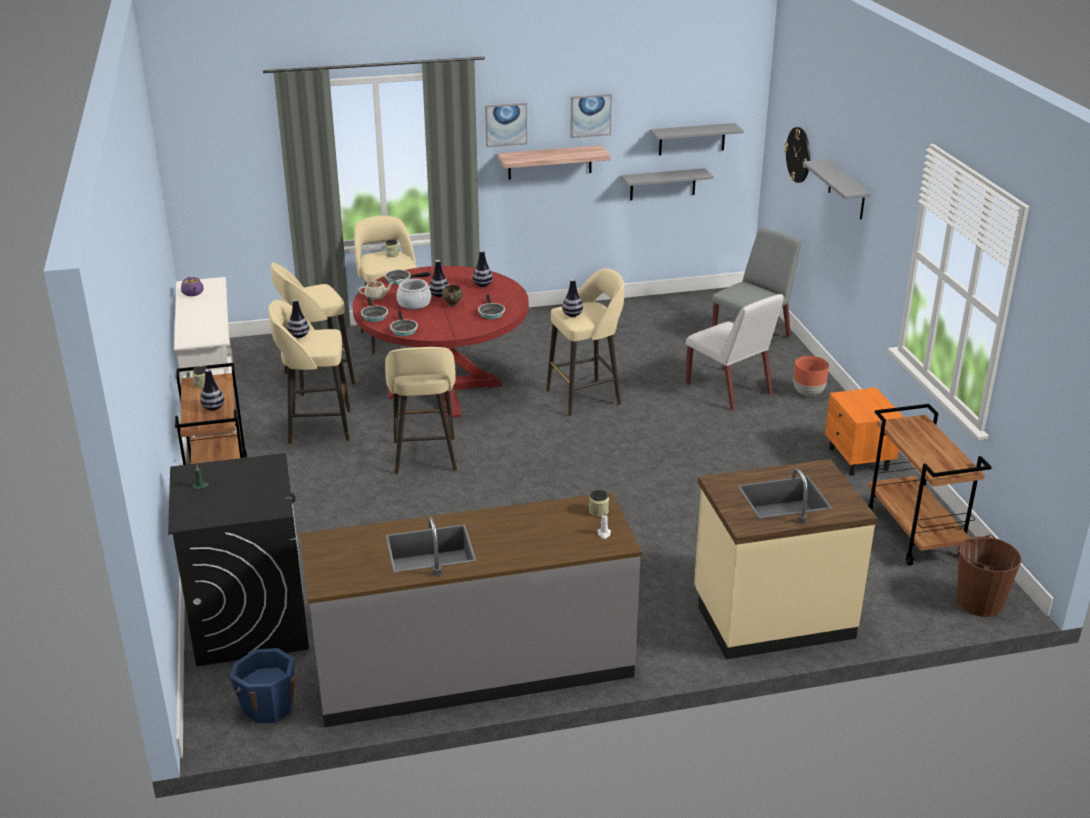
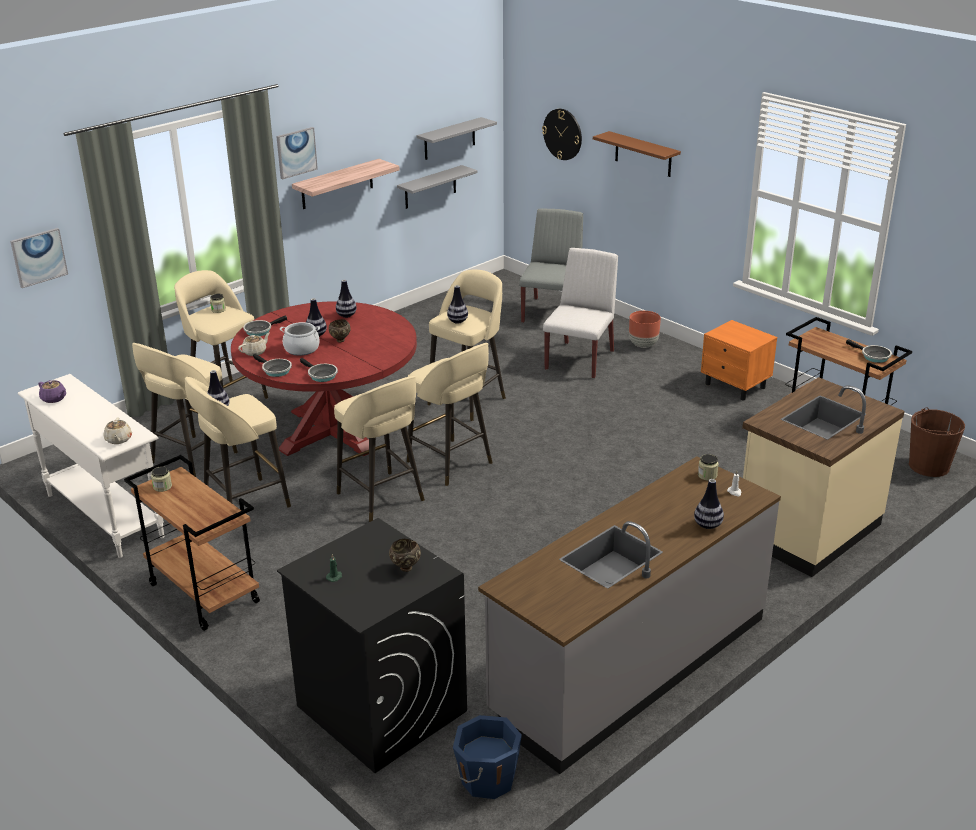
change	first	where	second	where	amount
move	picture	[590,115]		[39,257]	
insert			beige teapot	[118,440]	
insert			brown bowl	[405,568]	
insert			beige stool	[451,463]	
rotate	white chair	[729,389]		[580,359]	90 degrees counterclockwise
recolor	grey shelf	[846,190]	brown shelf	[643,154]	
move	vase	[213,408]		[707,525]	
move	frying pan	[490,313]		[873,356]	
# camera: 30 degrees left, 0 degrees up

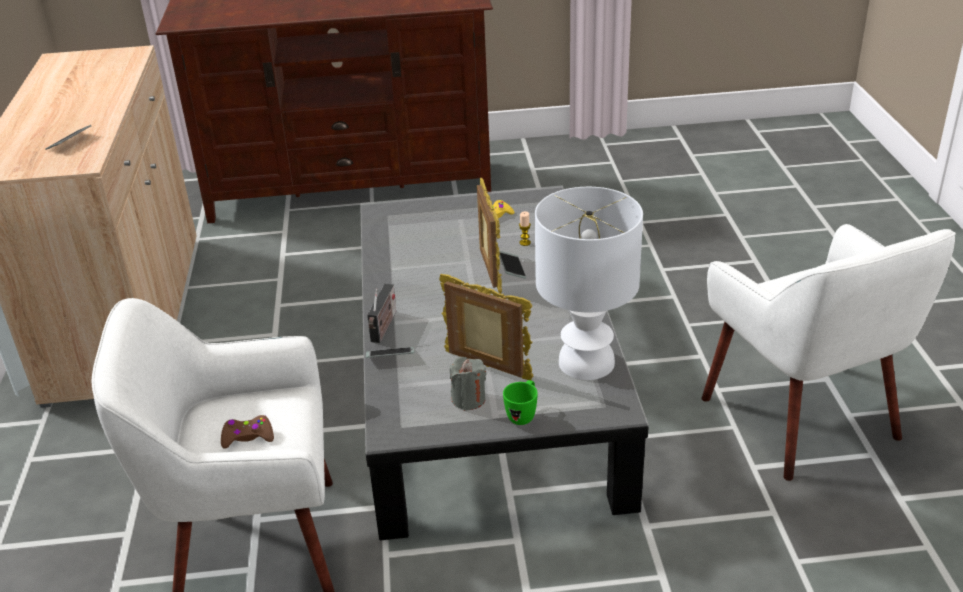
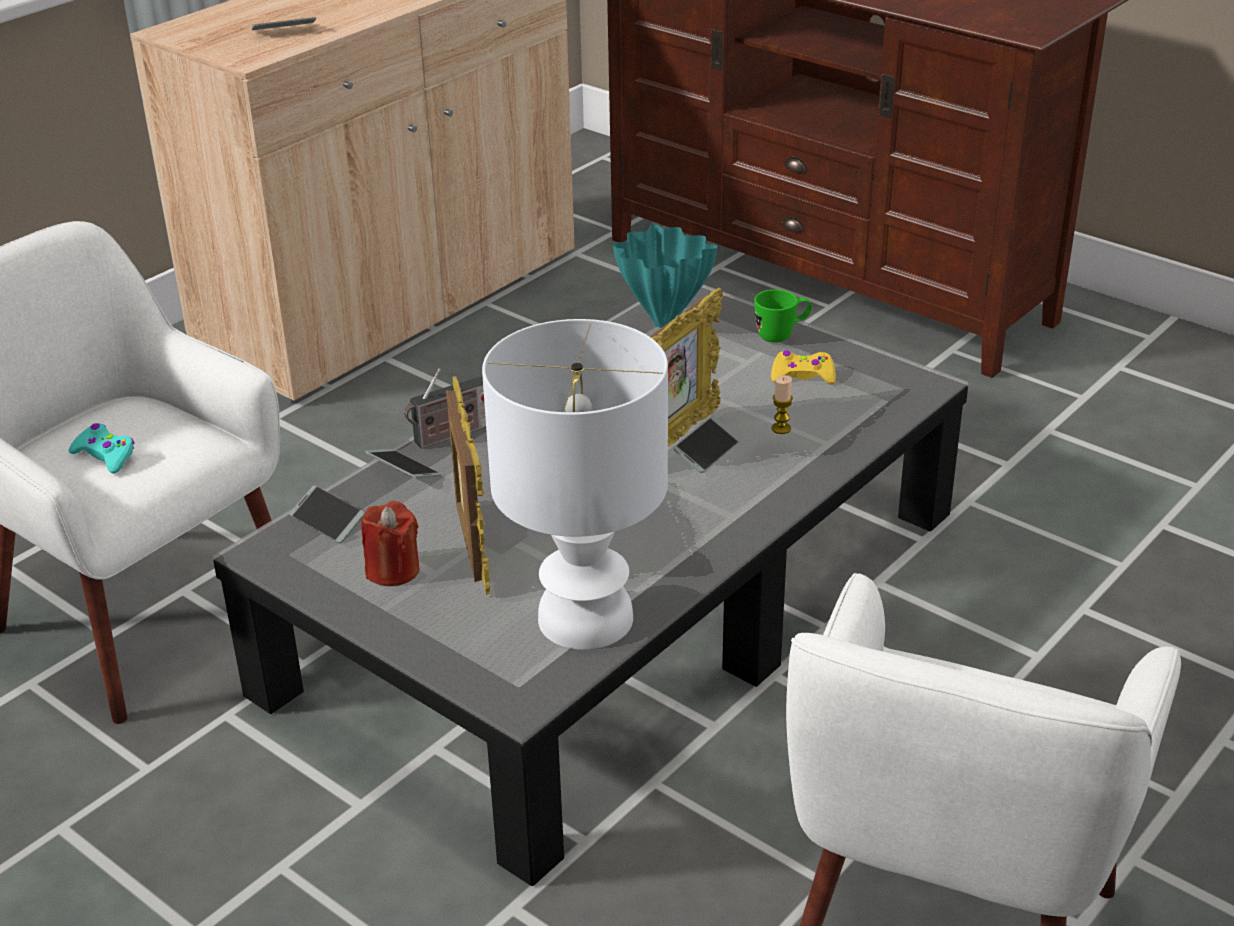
change	first	where	second	where	amount
recolor	brown game controller	[248,437]	turquoise game controller	[105,455]	
insert			phone	[328,521]	
recolor	grey candle	[468,399]	red candle	[393,570]	
insert			turquoise vase	[662,322]	
move	green mug	[523,415]		[782,336]	
# camera: 45 degrees right, 0 degrees up

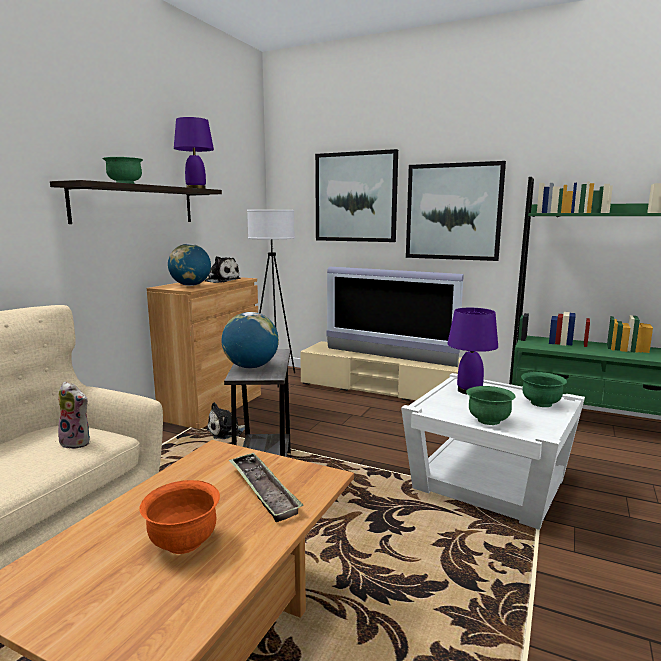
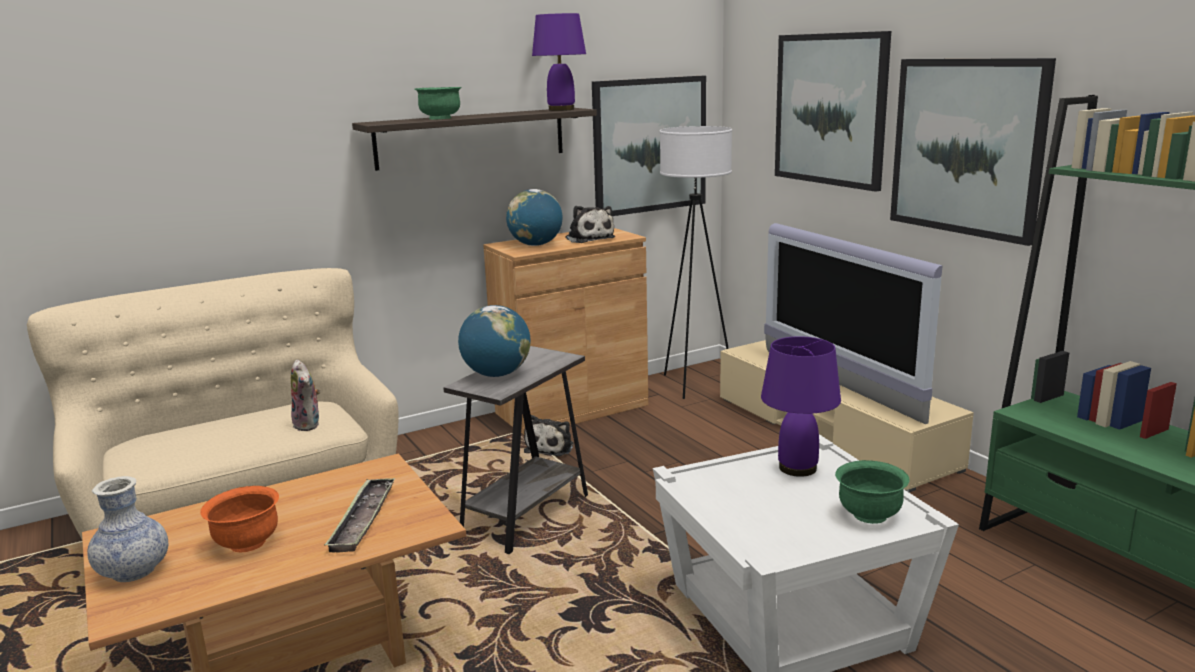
change	first	where	second	where	amount
insert			vase	[133,571]	
rotate	plush toy	[226,431]		[551,447]	75 degrees counterclockwise
insert			picture	[649,145]	
delete	green bowl	[488,420]			
# camera: 35 degrees right, 5 degrees up

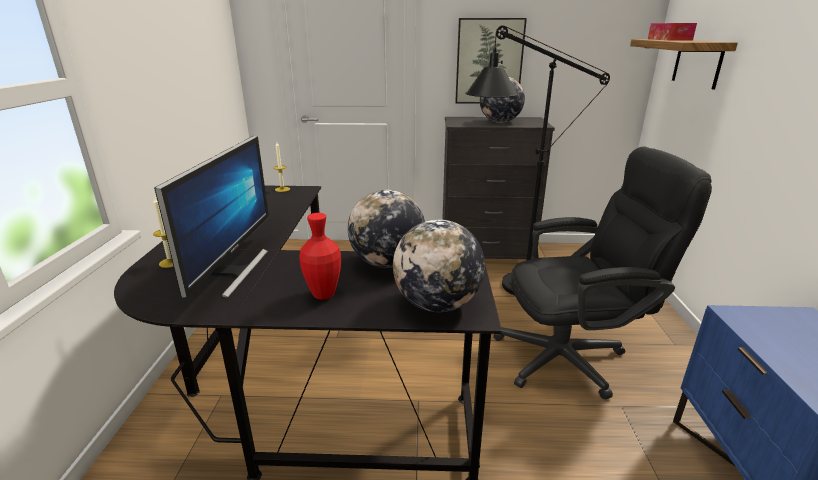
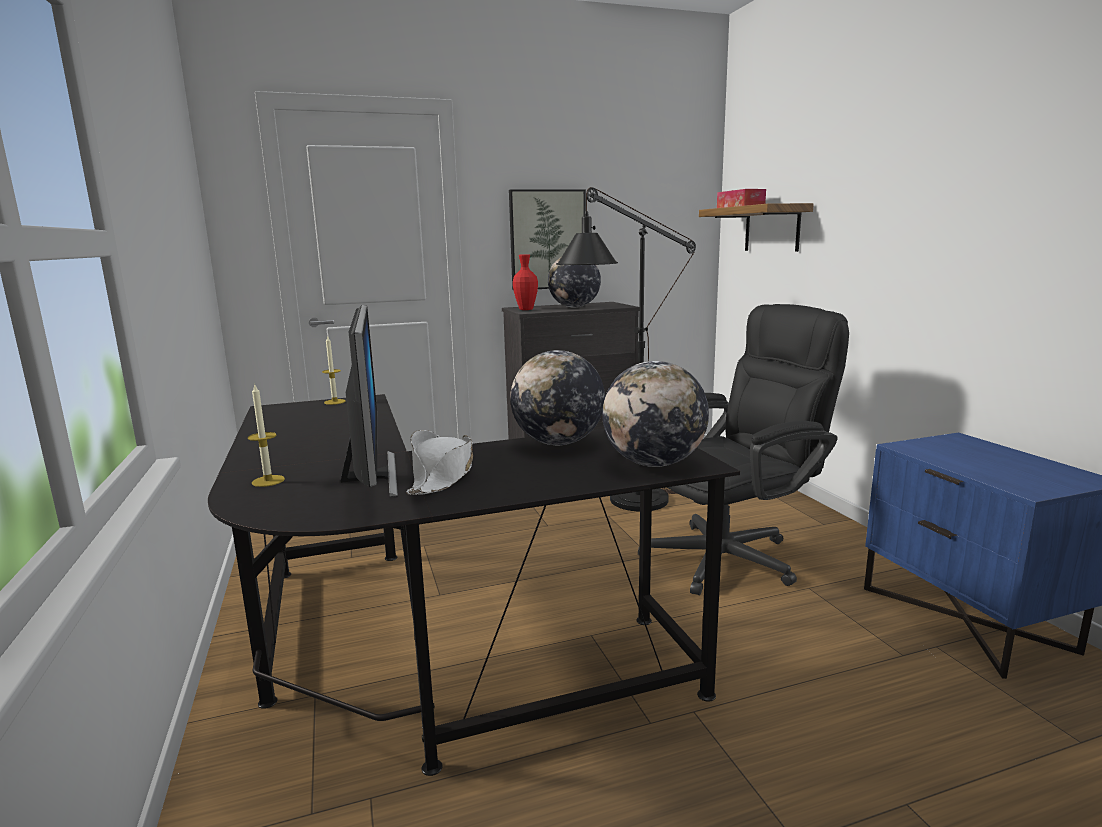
change	first	where	second	where	amount
insert			white hat	[443,476]	
move	red vase	[323,294]		[526,309]	
# camera: 20 degrees left, 10 degrees down

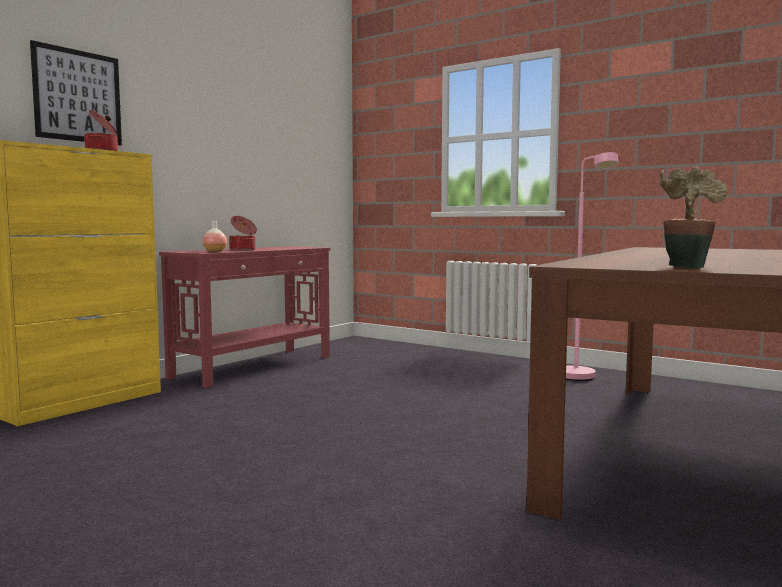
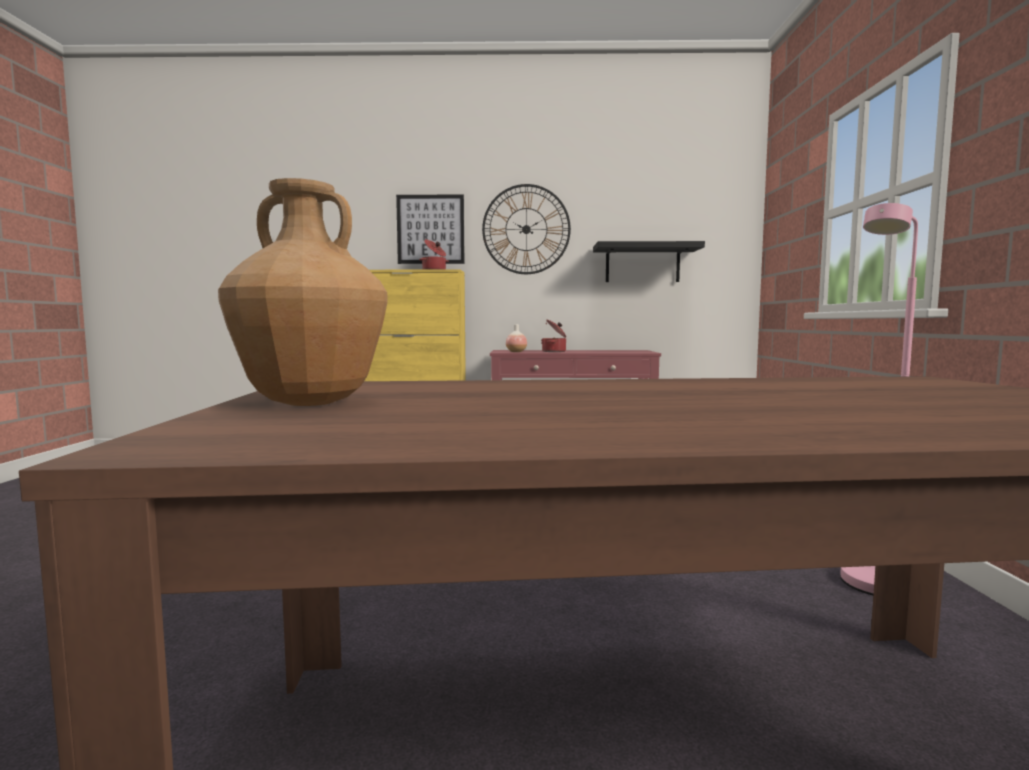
change	first	where	second	where	amount
replace	potted plant	[686,267]	brown vase	[311,403]	
insert			wall clock	[526,229]	
insert			black shelf	[642,264]	
# camera: 55 degrees right, 0 degrees up

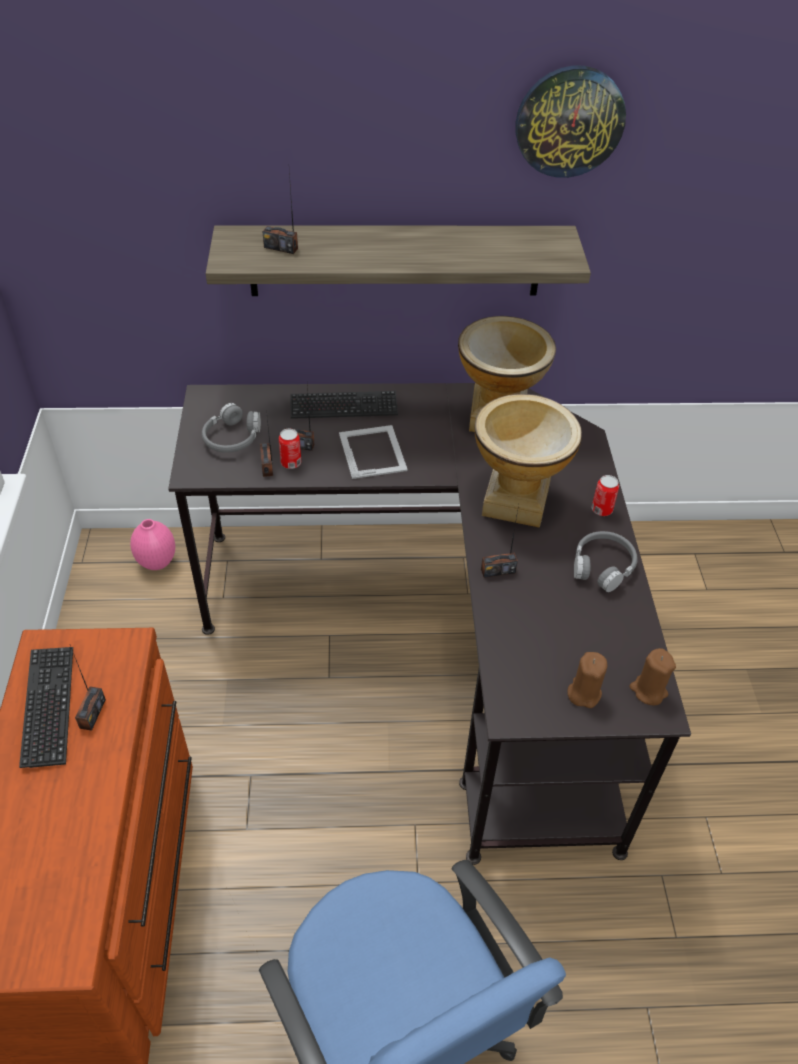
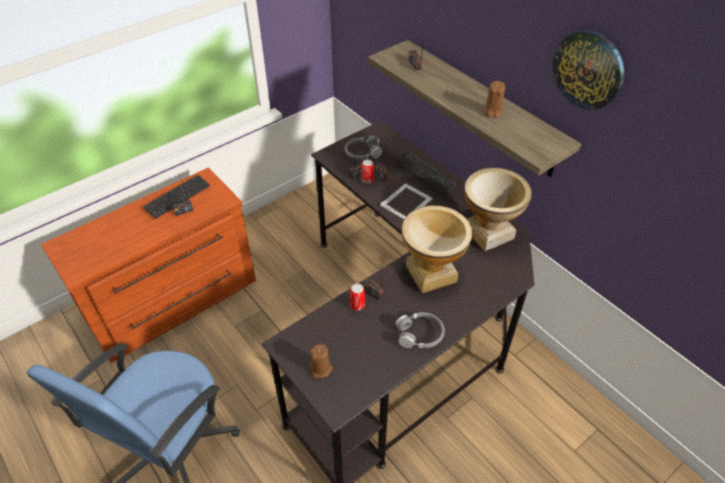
change	first	where	second	where	amount
move	can	[601,509]		[357,305]	
move	brown candle	[648,690]		[492,112]	
delete	pink vase	[157,562]			
# camera: 55 degrees right, 0 degrees up

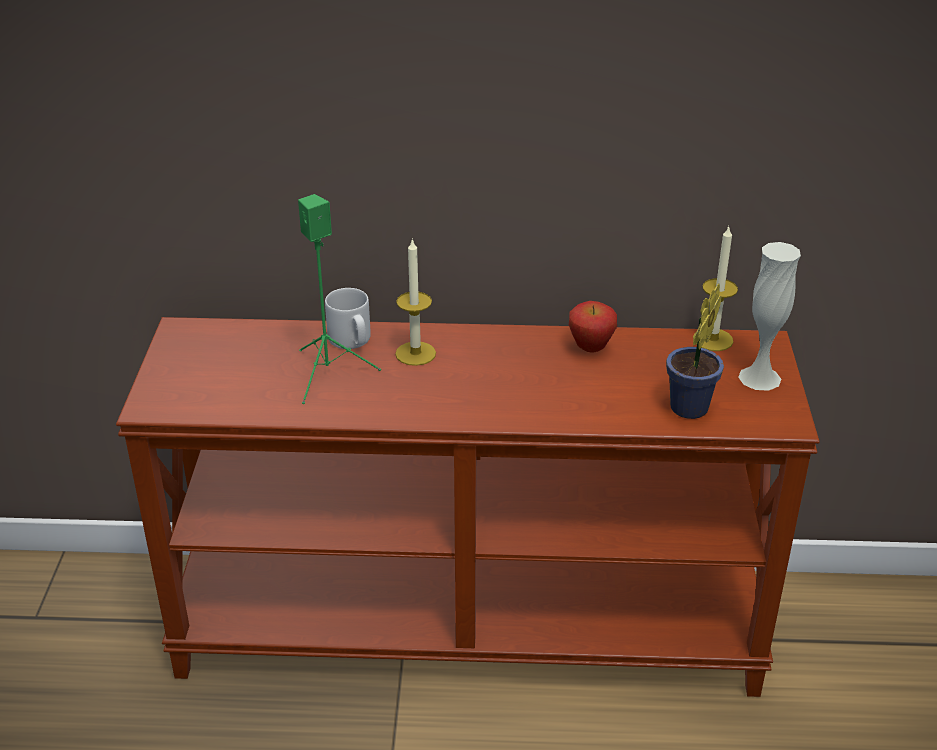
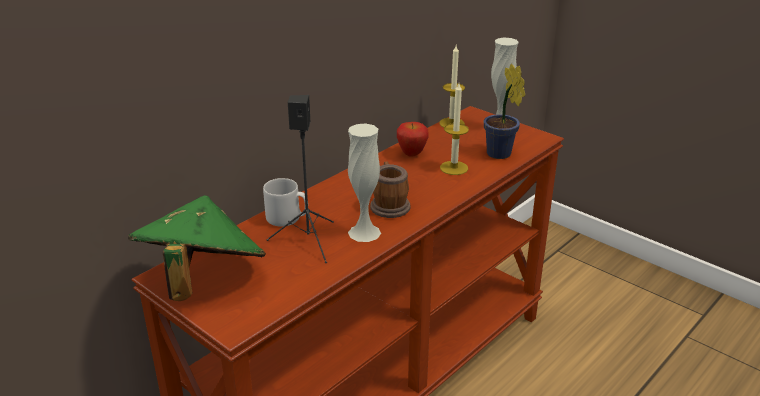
change	first	where	second	where	amount
insert			green hat	[201,281]	
recolor	green speaker	[329,373]	black speaker	[309,240]	
insert			white vase	[364,232]	
insert			mug	[389,205]	
move	candle	[415,353]		[454,168]	
# camera: 50 degrees left, 5 degrees down

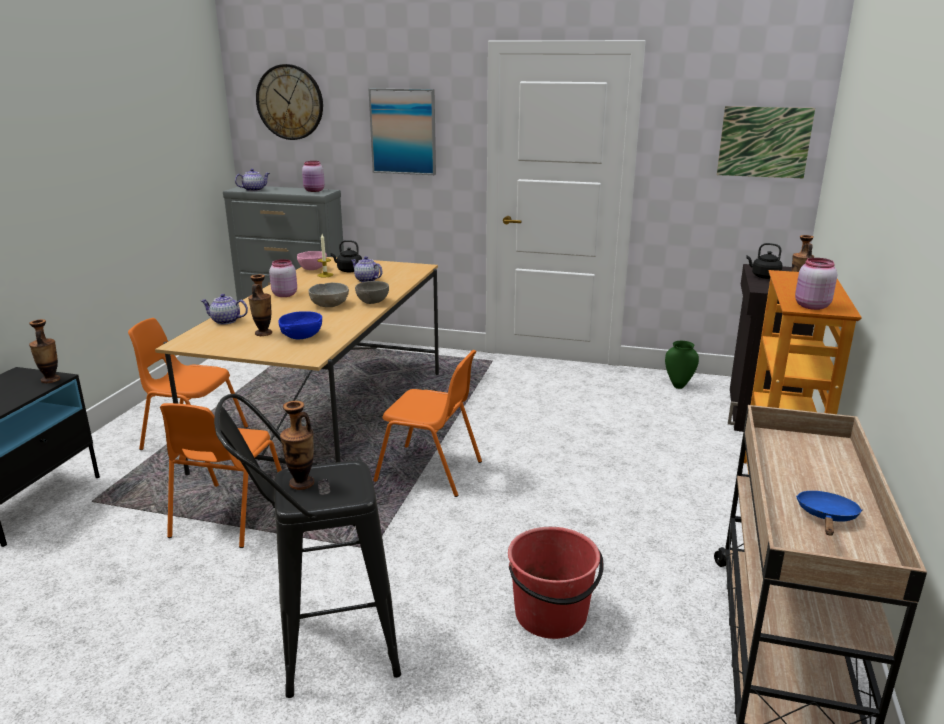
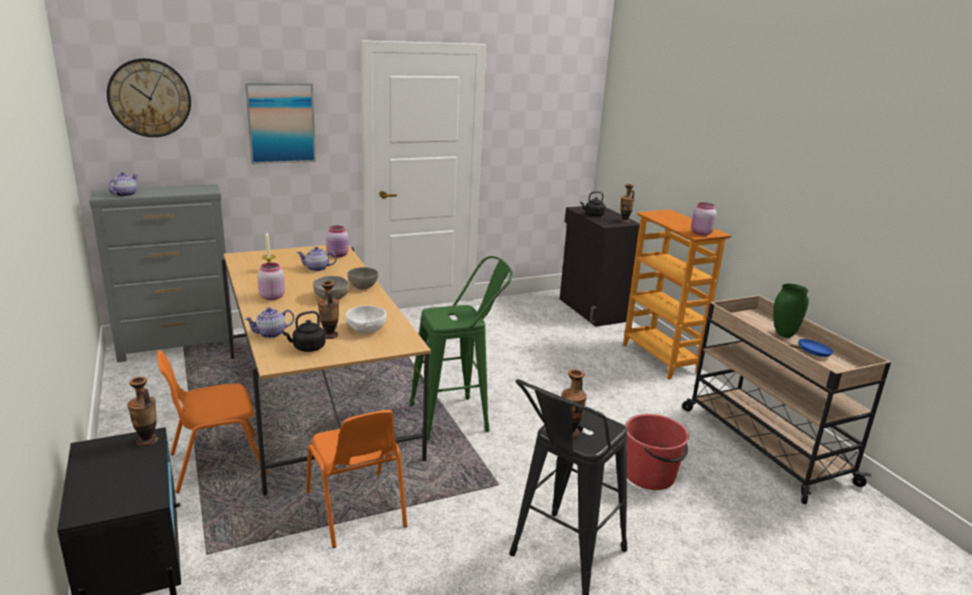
change	first	where	second	where	amount
move	black kettle	[348,270]		[307,348]	
move	pink jar	[314,190]		[338,255]	
recolor	blue bowl	[301,336]	white bowl	[366,329]	
replace	orange chair	[430,472]	green stool	[458,417]	
move	green vase	[678,386]		[784,335]	
rotate	blue frying pan	[826,517]		[810,353]	90 degrees clockwise
delete	pink bowl	[312,269]			
delete	picture	[764,142]			
# camera: 40 degrees left, 0 degrees up

